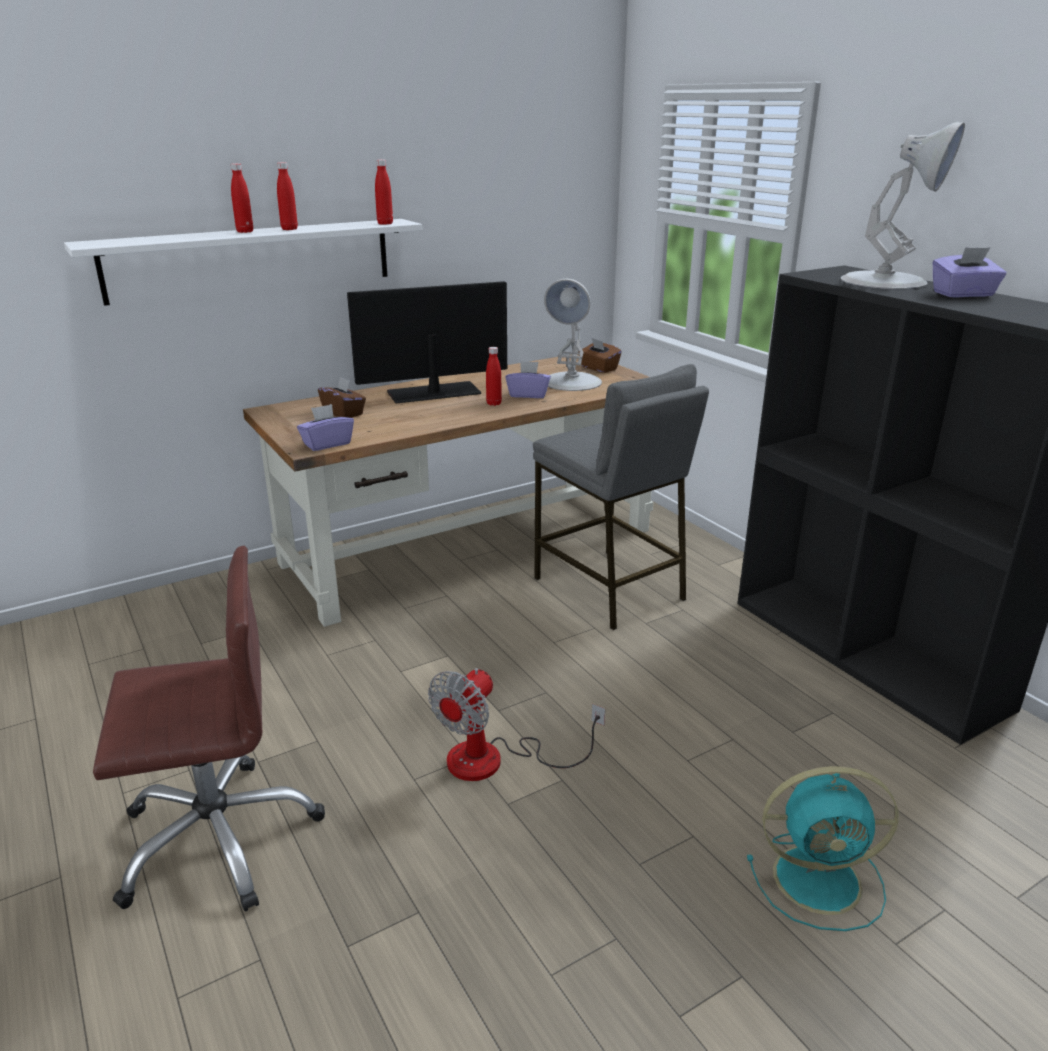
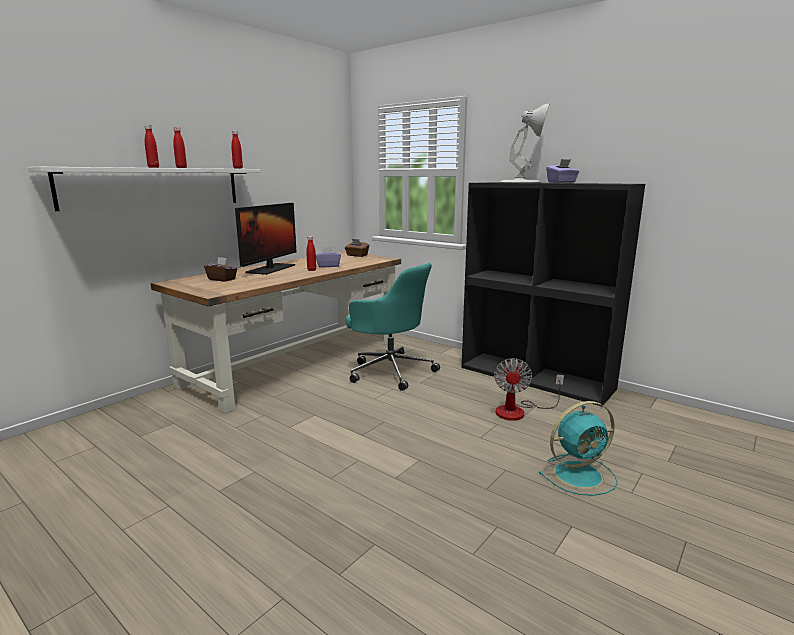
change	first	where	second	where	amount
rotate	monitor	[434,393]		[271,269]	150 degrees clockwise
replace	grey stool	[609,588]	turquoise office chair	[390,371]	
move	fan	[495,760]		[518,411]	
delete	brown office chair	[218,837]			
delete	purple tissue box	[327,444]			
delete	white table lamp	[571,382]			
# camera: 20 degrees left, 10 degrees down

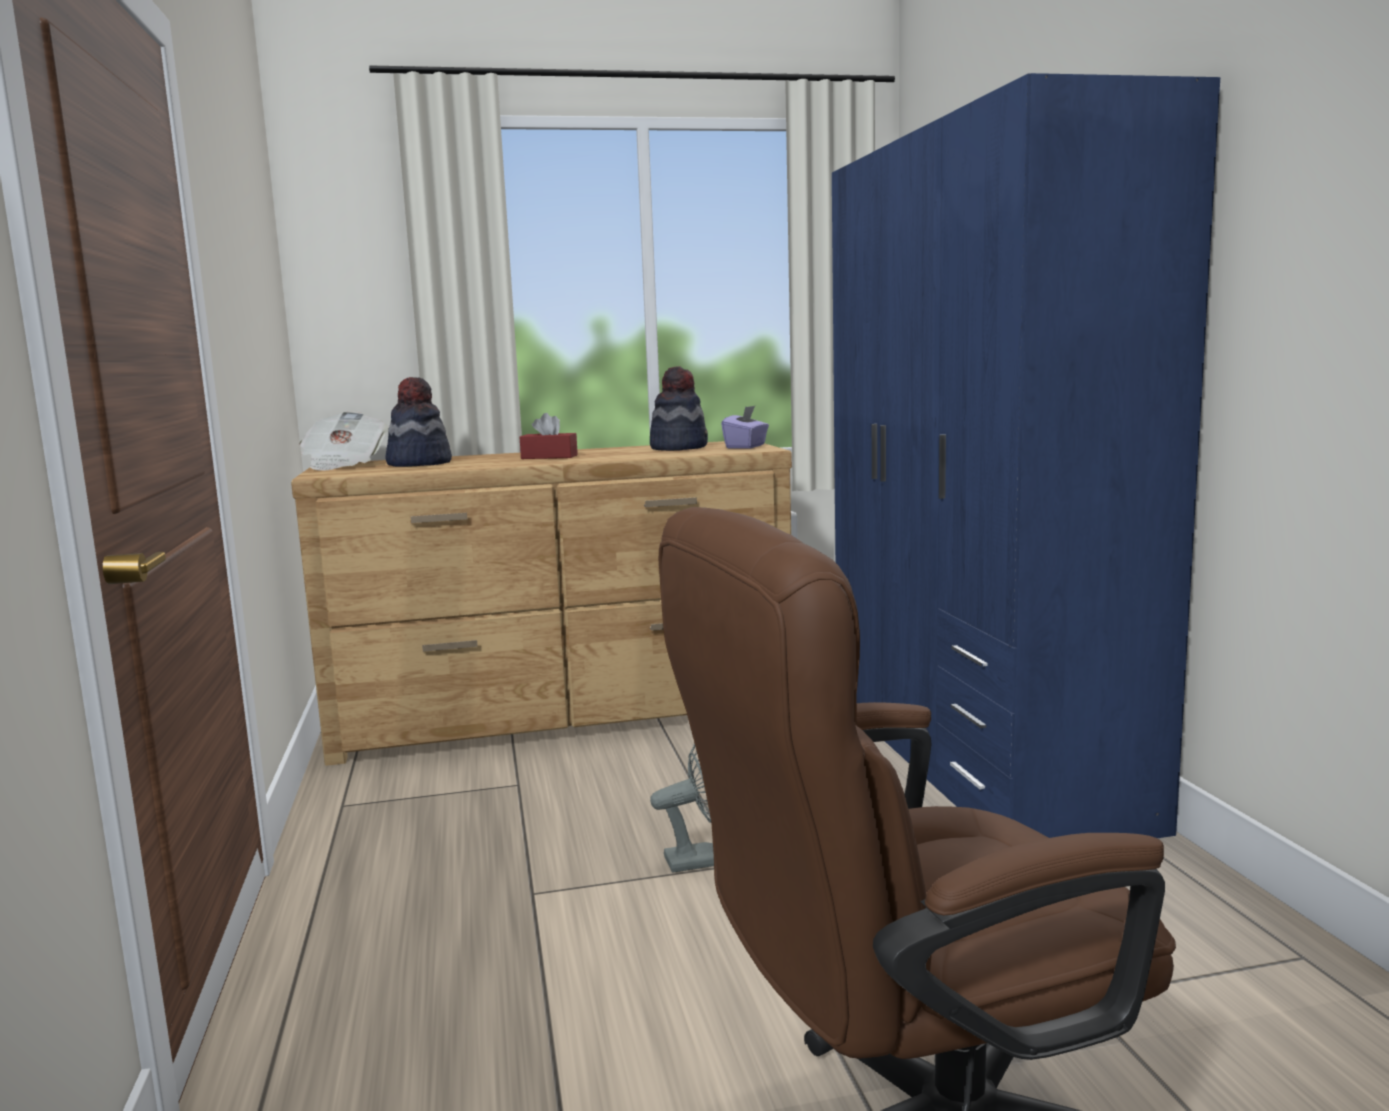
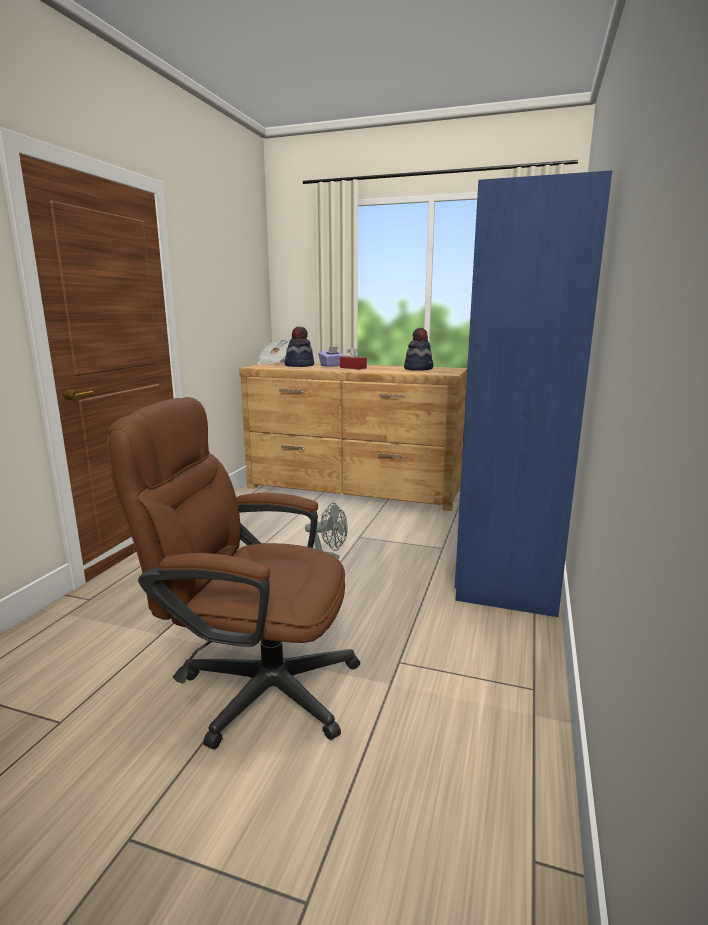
change	first	where	second	where	amount
move	purple tissue box	[746,447]		[332,365]	
# camera: 30 degrees right, 5 degrees up

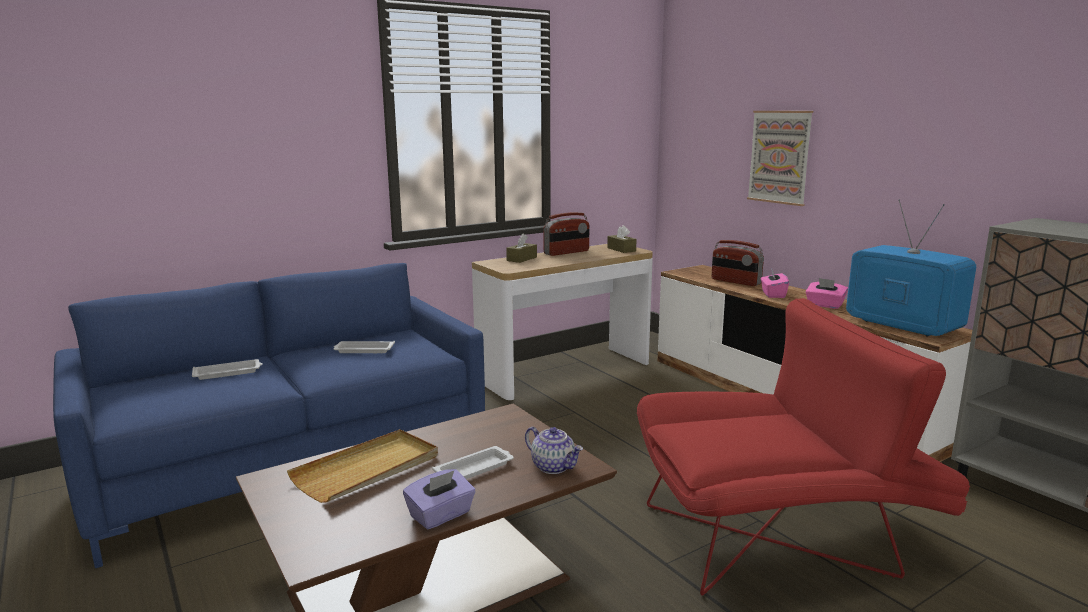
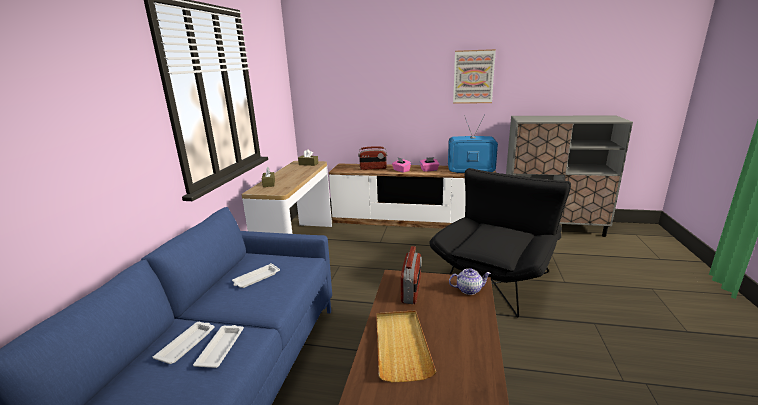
change	first	where	second	where	amount
move	white tray	[475,469]		[221,348]	
move	radio	[566,252]		[411,290]	
recolor	red armchair	[781,534]	black armchair	[497,277]	
move	picture	[779,157]		[473,77]	
delete	purple tissue box	[441,515]			
# camera: 45 degrees left, 5 degrees up

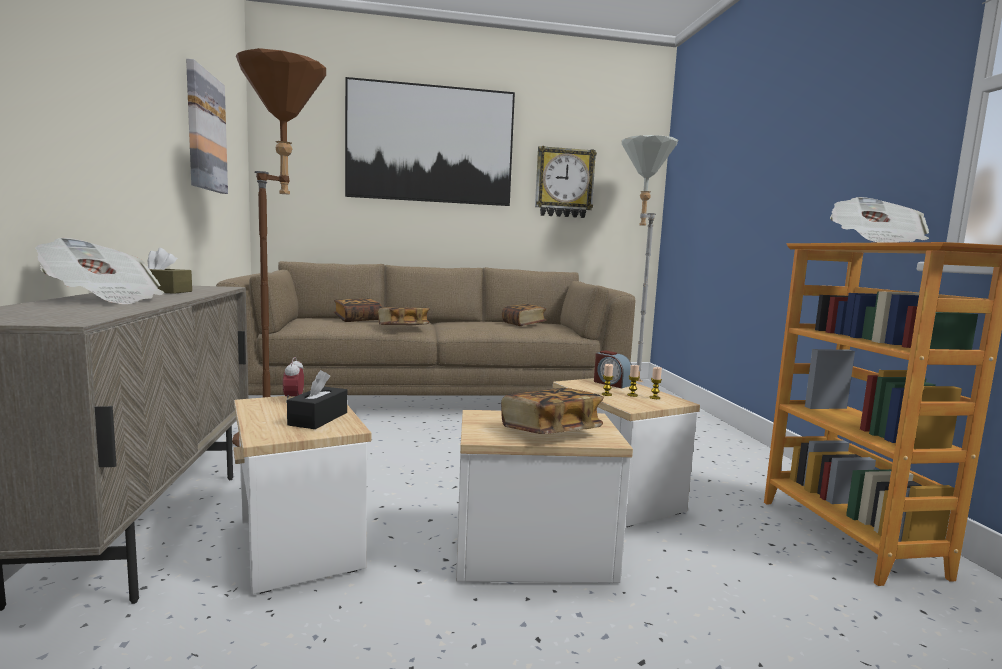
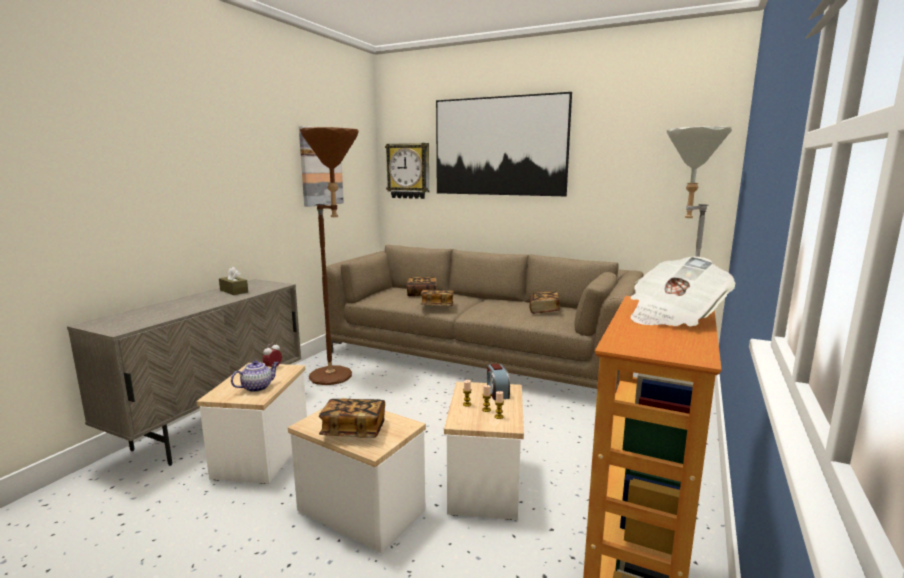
change	first	where	second	where	amount
replace	black tissue box	[318,419]	teapot	[257,387]	
move	wall clock	[564,183]		[408,171]	
delete	newspaper	[104,299]			
# camera: 35 degrees right, 5 degrees up

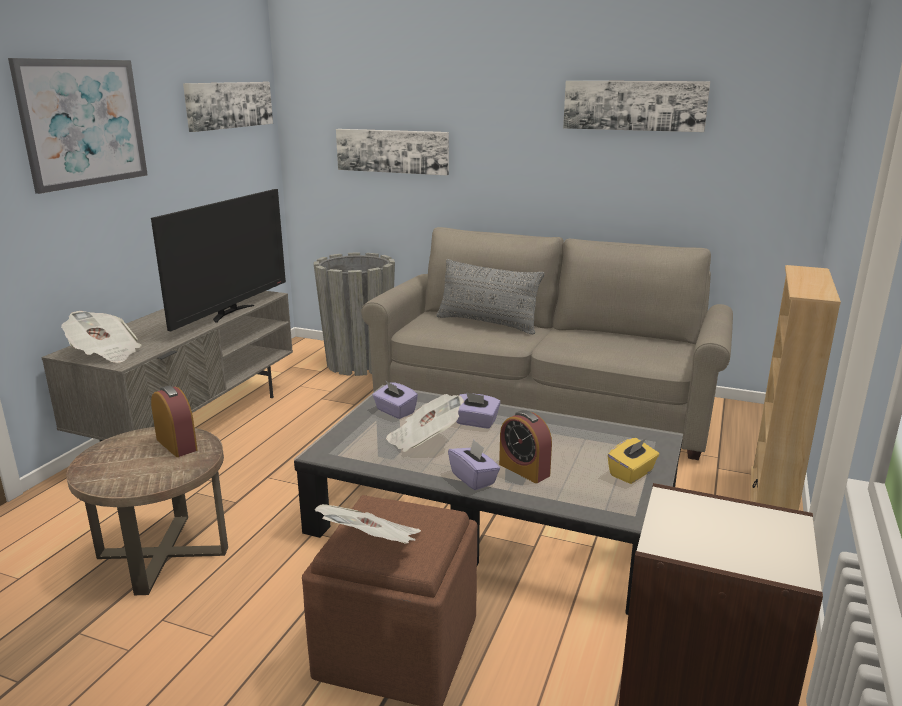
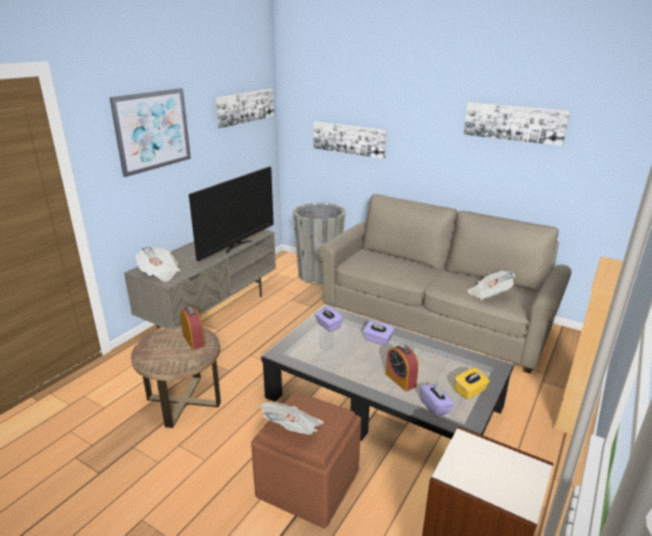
change	first	where	second	where	amount
move	purple tissue box	[473,479]		[435,407]	
move	newspaper	[424,440]		[489,294]	
delete	grey pillow	[487,323]			
# camera: 10 degrees right, 5 degrees up

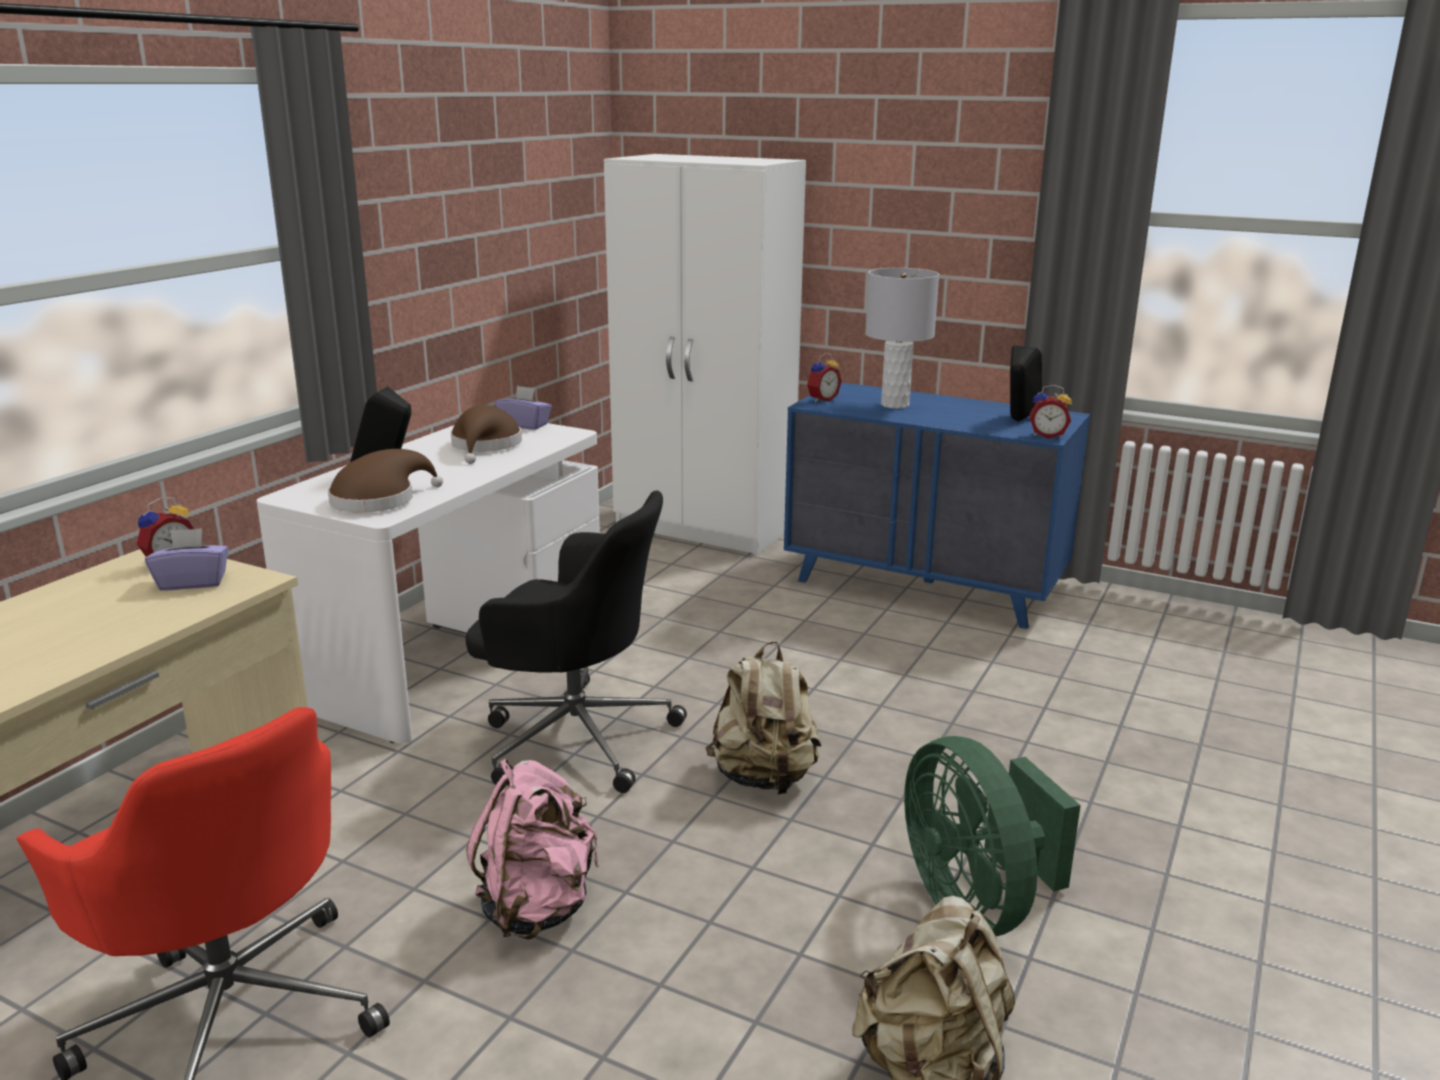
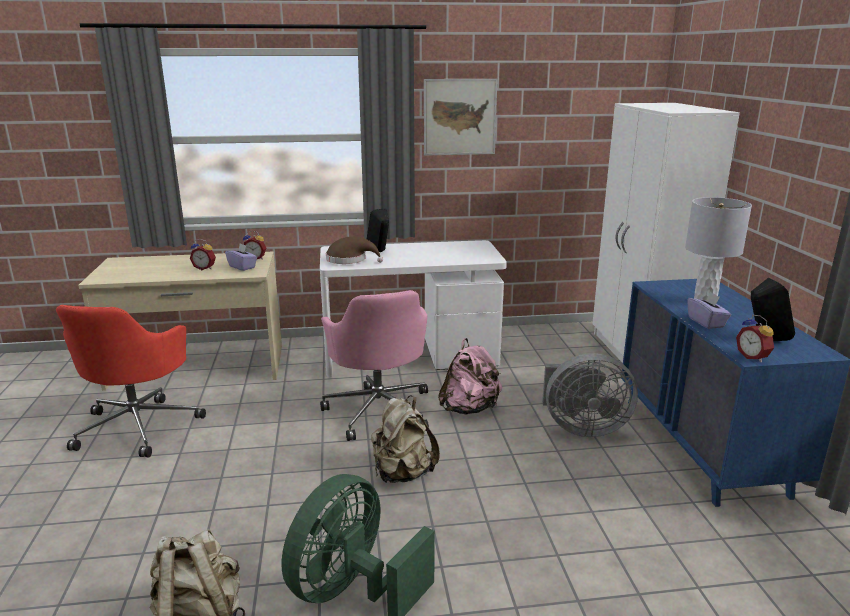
change	first	where	second	where	amount
move	alarm clock	[821,400]		[205,268]	
recolor	black office chair	[574,737]	pink office chair	[379,410]	
insert			picture	[460,117]	
move	pink backpack	[537,907]		[469,408]	
insert			grey fan	[582,427]	
move	purple tissue box	[525,425]		[706,322]	
delete	brown hat	[485,446]			
# camera: 55 degrees right, 0 degrees up

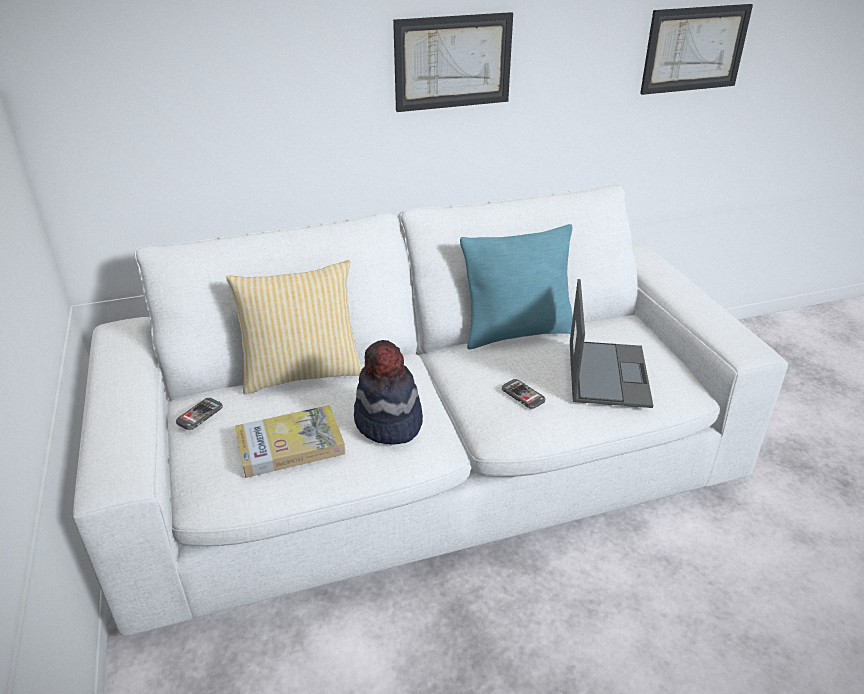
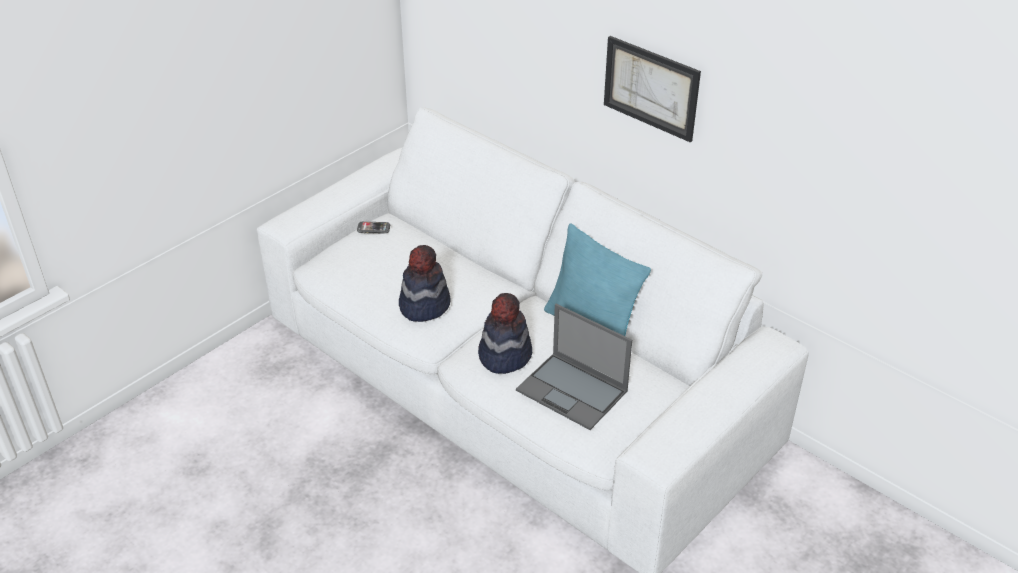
change	first	where	second	where	amount
replace	phone	[523,395]	hat	[504,355]	
rotate	laptop	[607,373]		[573,391]	60 degrees clockwise
delete	pillow	[302,372]			
delete	book	[290,444]			
delete	picture	[694,49]			
# camera: 60 degrees right, 5 degrees up

